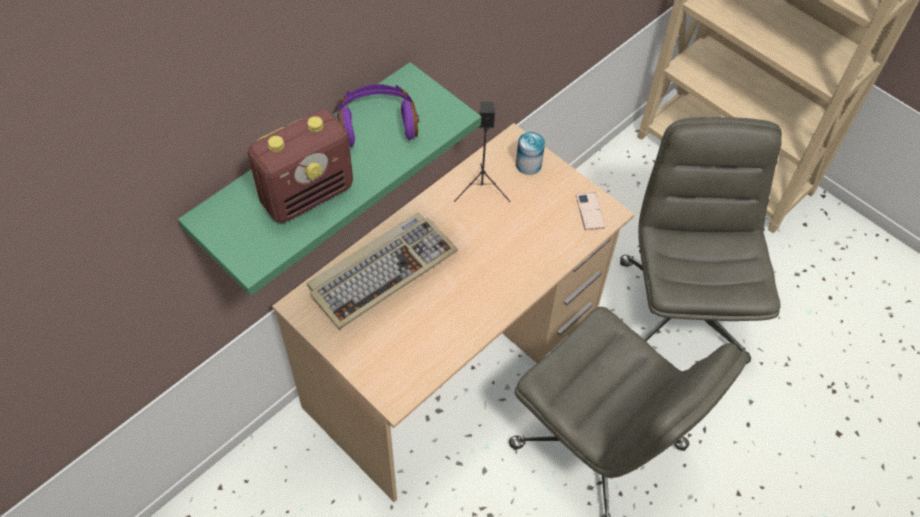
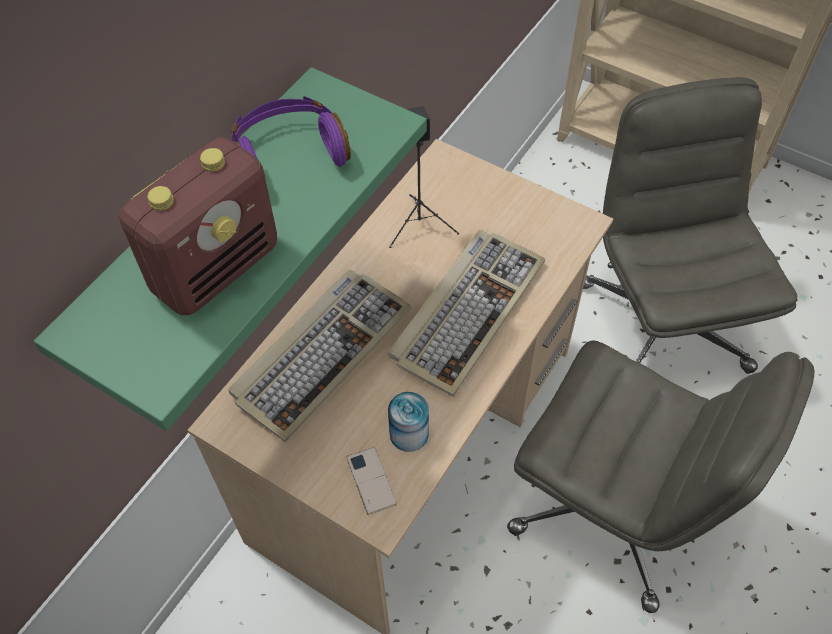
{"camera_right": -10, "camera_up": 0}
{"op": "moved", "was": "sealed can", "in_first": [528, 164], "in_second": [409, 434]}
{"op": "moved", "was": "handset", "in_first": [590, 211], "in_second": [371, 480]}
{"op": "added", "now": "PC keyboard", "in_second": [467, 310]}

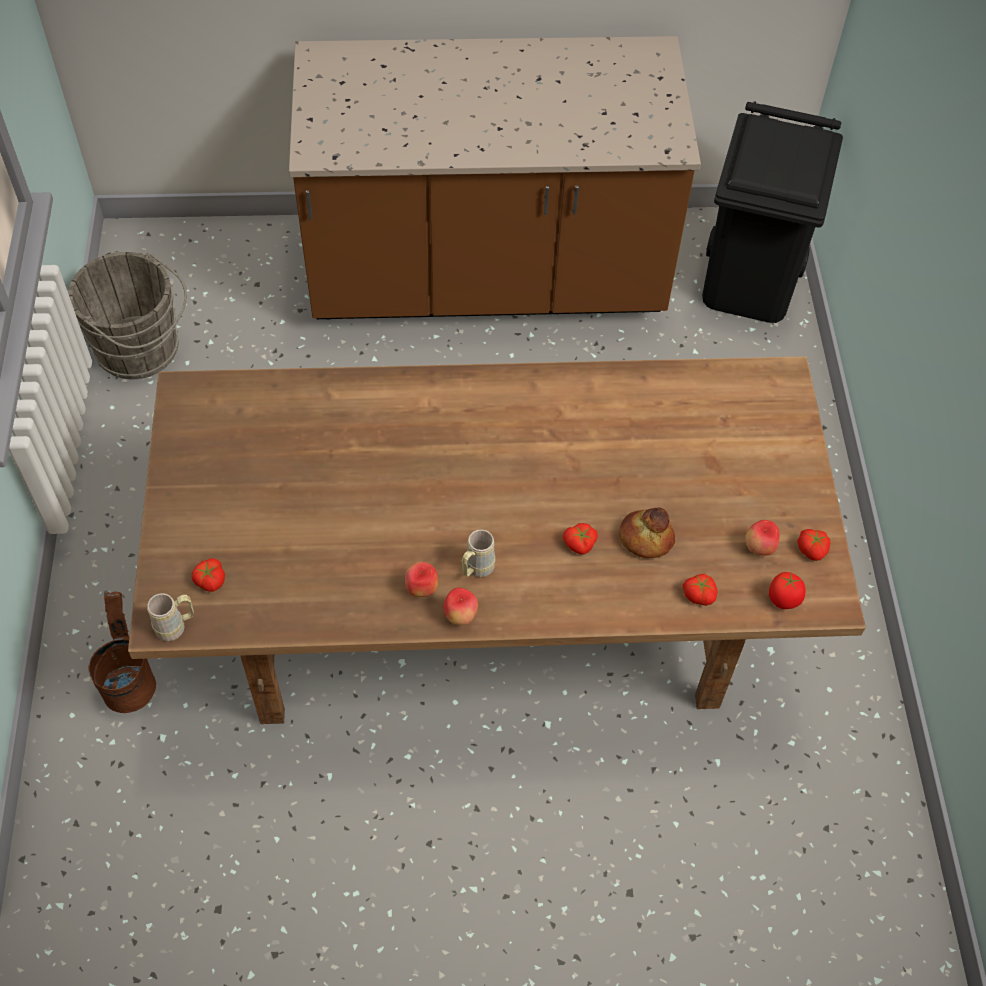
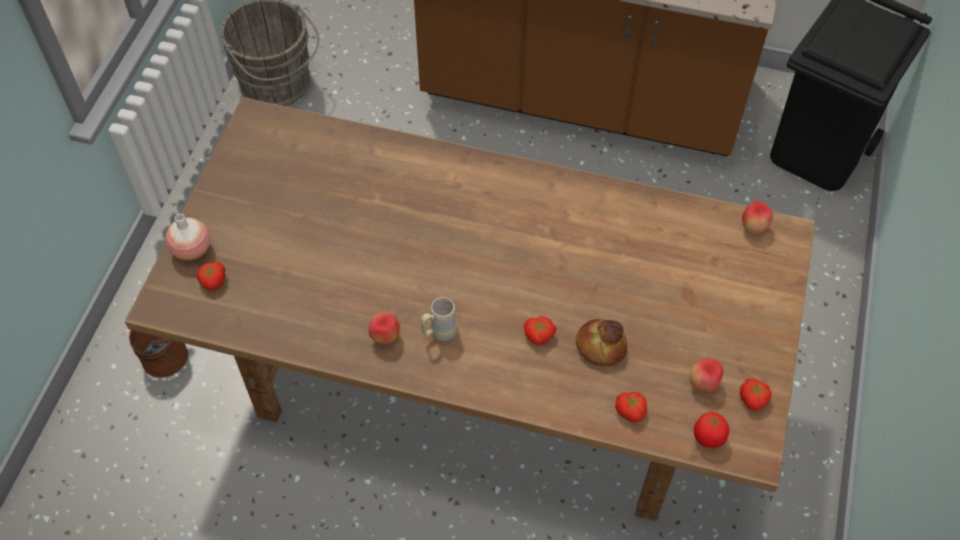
{"camera_right": 20, "camera_up": 0}
{"op": "moved", "was": "apple fruit", "in_first": [460, 616], "in_second": [753, 227]}
{"op": "removed", "was": "tea mug/beige-coloured", "in_first": [176, 626]}
{"op": "added", "now": "decorative vase", "in_second": [192, 249]}

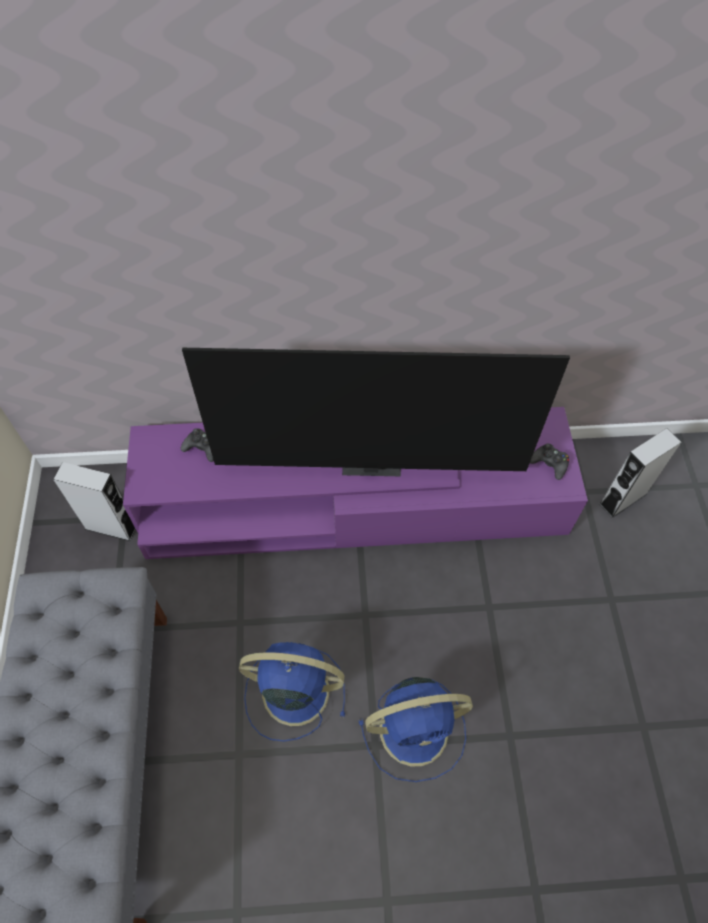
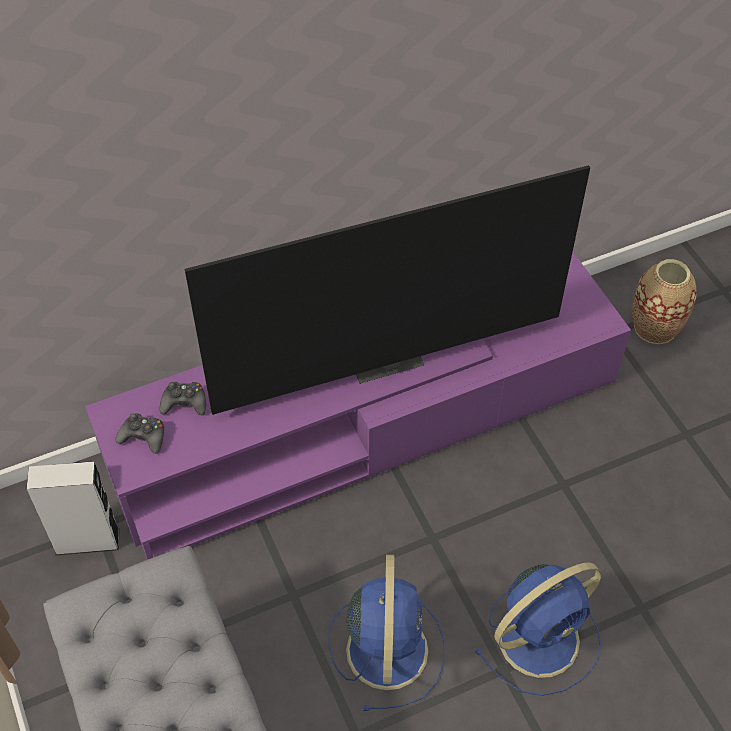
{"camera_right": -20, "camera_up": -5}
{"op": "replaced", "was": "audio speaker/grey", "now": "decorative vase", "in_first": [622, 499], "in_second": [655, 327]}
{"op": "moved", "was": "joypad/black", "in_first": [549, 463], "in_second": [143, 436]}
{"op": "turned", "was": "electric fan/blue", "in_first": [292, 691], "in_second": [387, 646], "clockwise": 105}

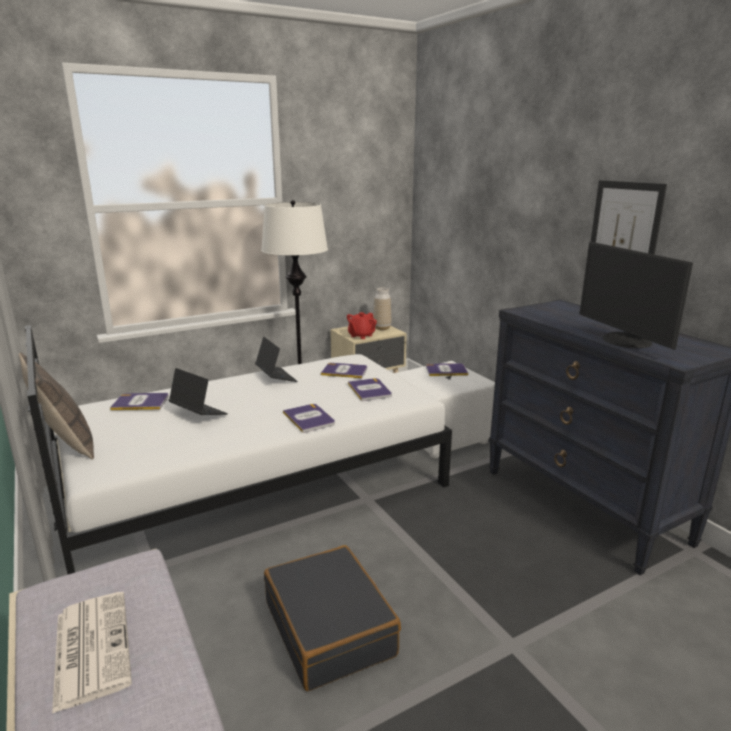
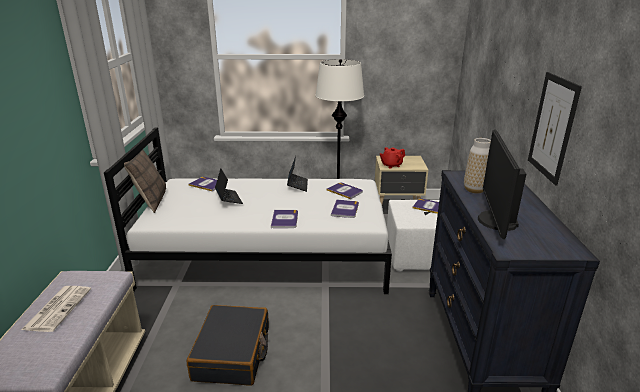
{"camera_right": 30, "camera_up": 5}
{"op": "moved", "was": "decorative vase", "in_first": [382, 328], "in_second": [474, 190]}

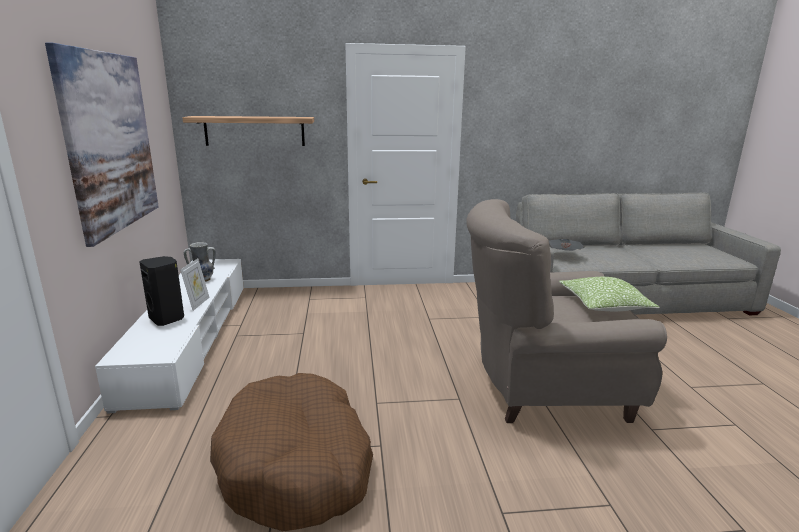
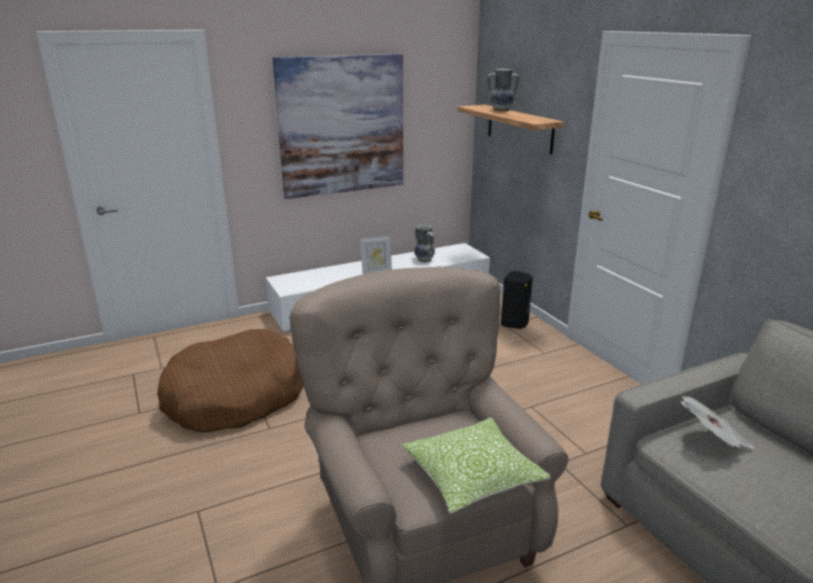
{"camera_right": 70, "camera_up": 5}
{"op": "moved", "was": "audio speaker/black", "in_first": [167, 319], "in_second": [515, 323]}
{"op": "added", "now": "decorative vase", "in_second": [501, 110]}

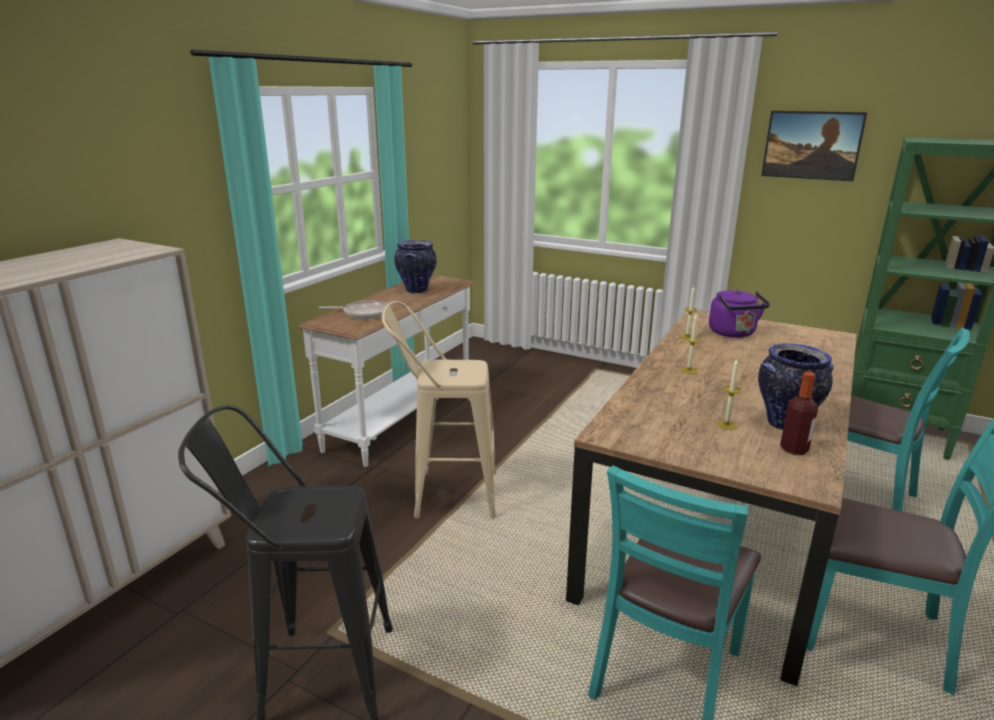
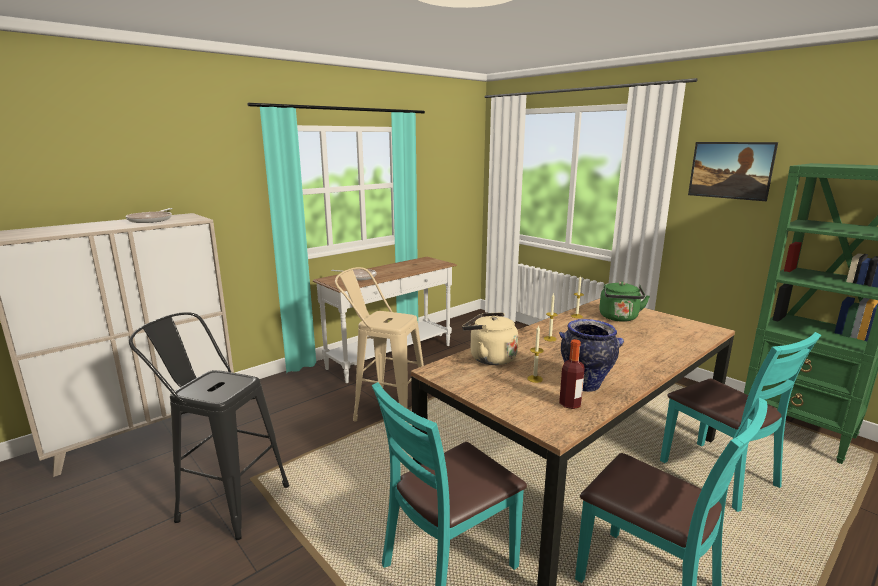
{"camera_right": 20, "camera_up": -5}
{"op": "removed", "was": "decorative vase", "in_first": [416, 290]}
{"op": "recoloured", "was": "water kettle/purple", "now": "water kettle/greenish", "in_first": [734, 333], "in_second": [619, 318]}
{"op": "added", "now": "frying pan", "in_second": [152, 220]}
{"op": "added", "now": "water kettle/beige-coloured", "in_second": [489, 358]}

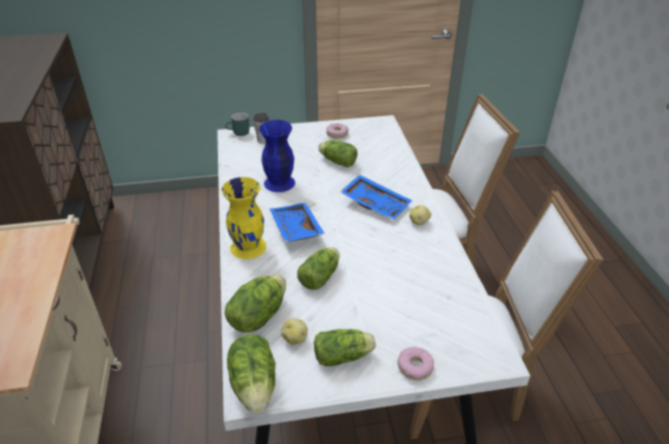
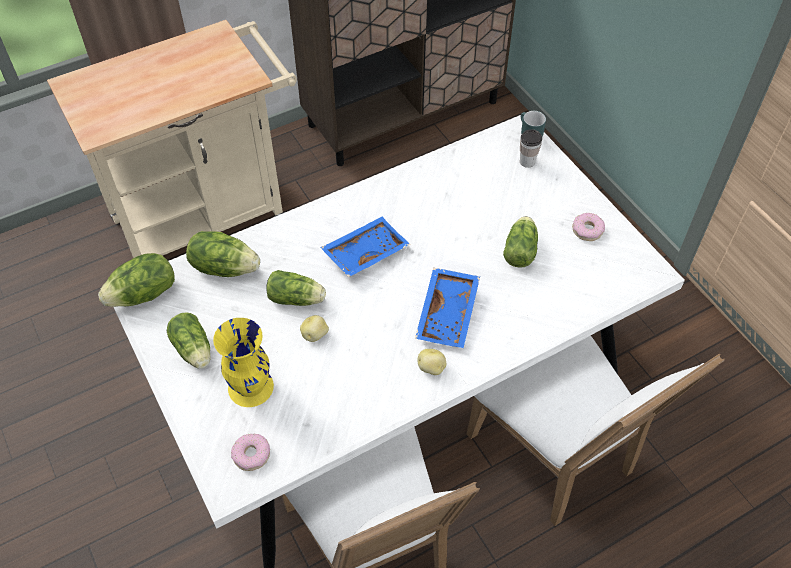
{"camera_right": 70, "camera_up": 15}
{"op": "removed", "was": "decorative vase/blue", "in_first": [279, 183]}
{"op": "moved", "was": "decorative vase/yellowish", "in_first": [249, 246], "in_second": [251, 387]}
{"op": "moved", "was": "potato", "in_first": [295, 338], "in_second": [315, 335]}
{"op": "moved", "was": "ring doughnut", "in_first": [415, 367], "in_second": [251, 454]}

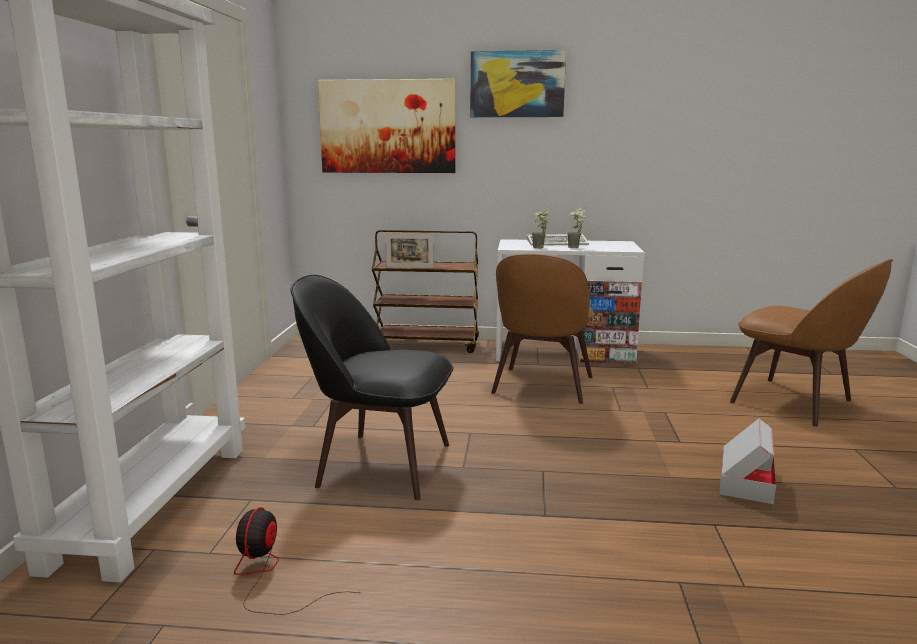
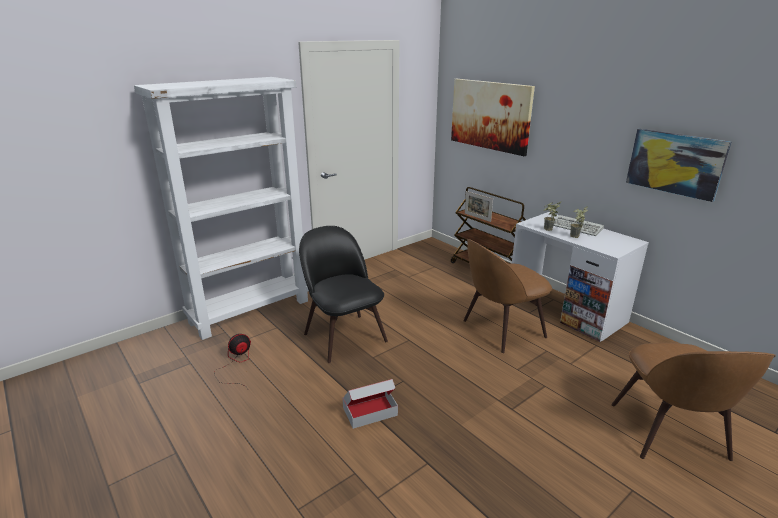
{"camera_right": 45, "camera_up": 10}
{"op": "moved", "was": "picture", "in_first": [517, 84], "in_second": [675, 163]}
{"op": "moved", "was": "cardboard box", "in_first": [746, 482], "in_second": [370, 411]}

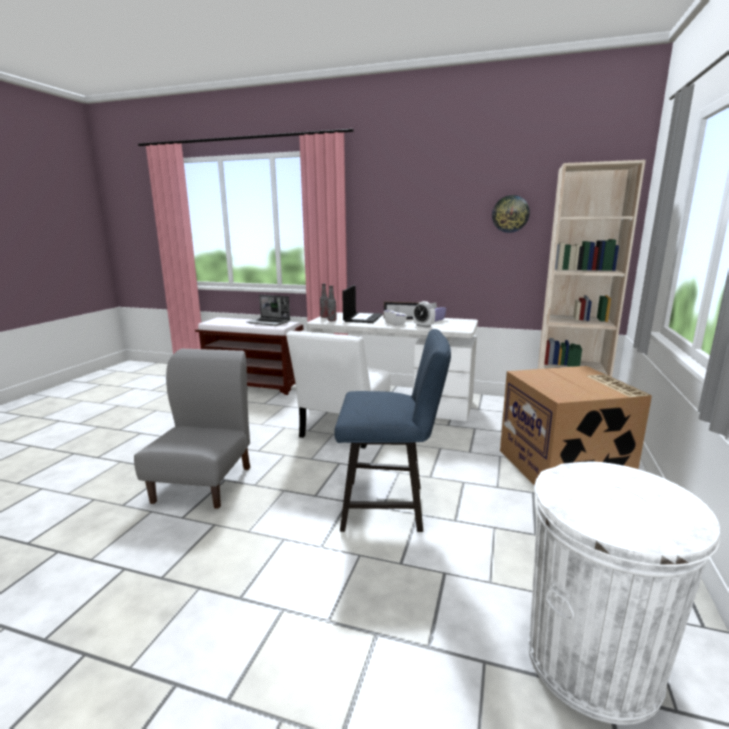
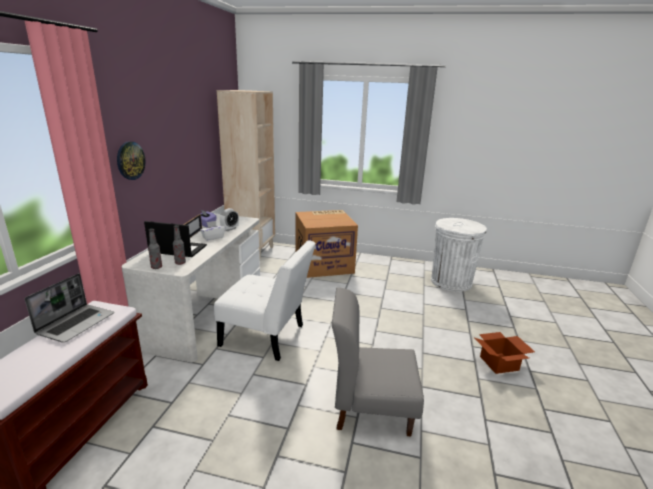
{"camera_right": -95, "camera_up": 5}
{"op": "moved", "was": "clock on the wall", "in_first": [510, 214], "in_second": [130, 160]}
{"op": "removed", "was": "plain chair/blue", "in_first": [391, 506]}
{"op": "added", "now": "cardboard box", "in_second": [500, 363]}

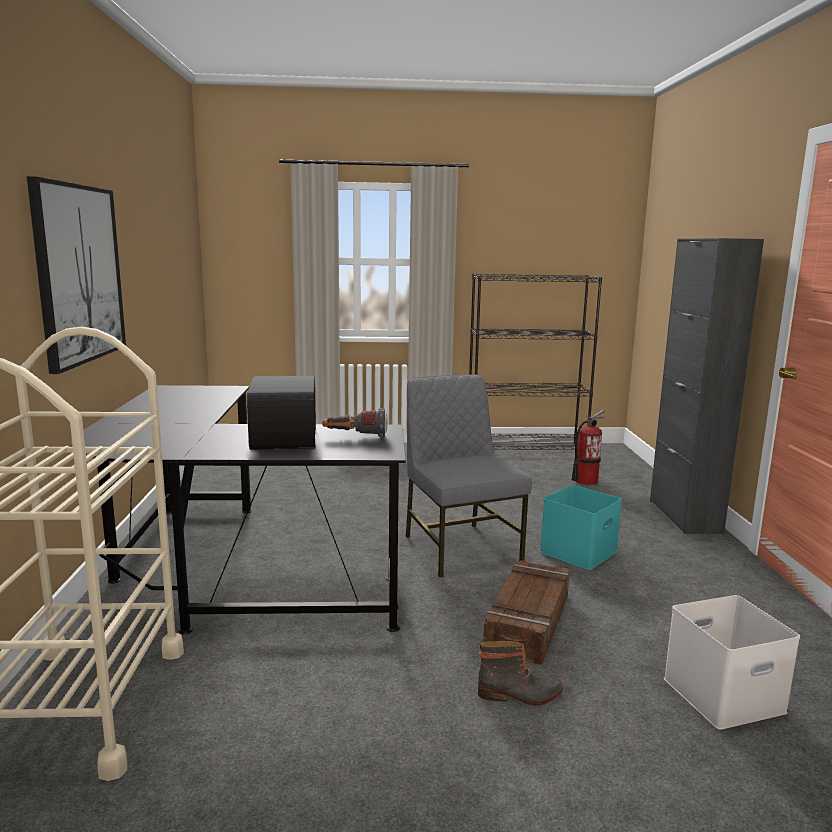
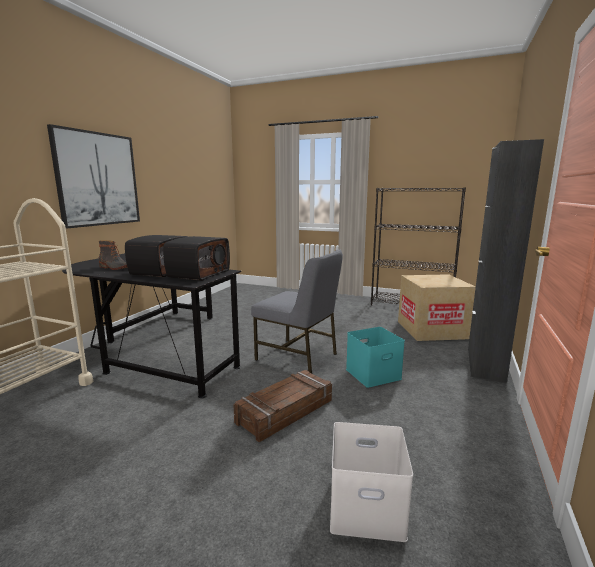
{"camera_right": 25, "camera_up": 0}
{"op": "turned", "was": "plain chair/grey", "in_first": [460, 547], "in_second": [298, 357], "clockwise": 120}
{"op": "replaced", "was": "torch", "now": "radio receiver", "in_first": [355, 437], "in_second": [198, 274]}
{"op": "replaced", "was": "fire-fighting cylinder", "now": "cardboard box", "in_first": [585, 481], "in_second": [431, 330]}
{"op": "moved", "was": "boot", "in_first": [520, 695], "in_second": [115, 268]}

